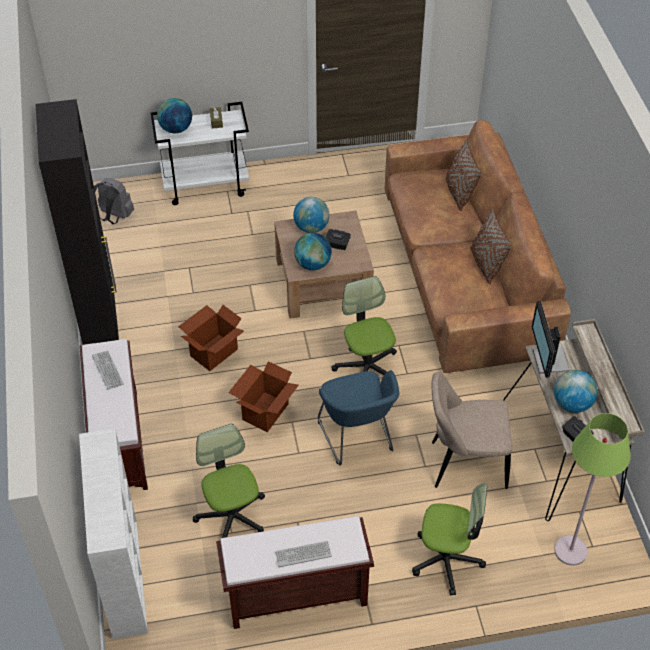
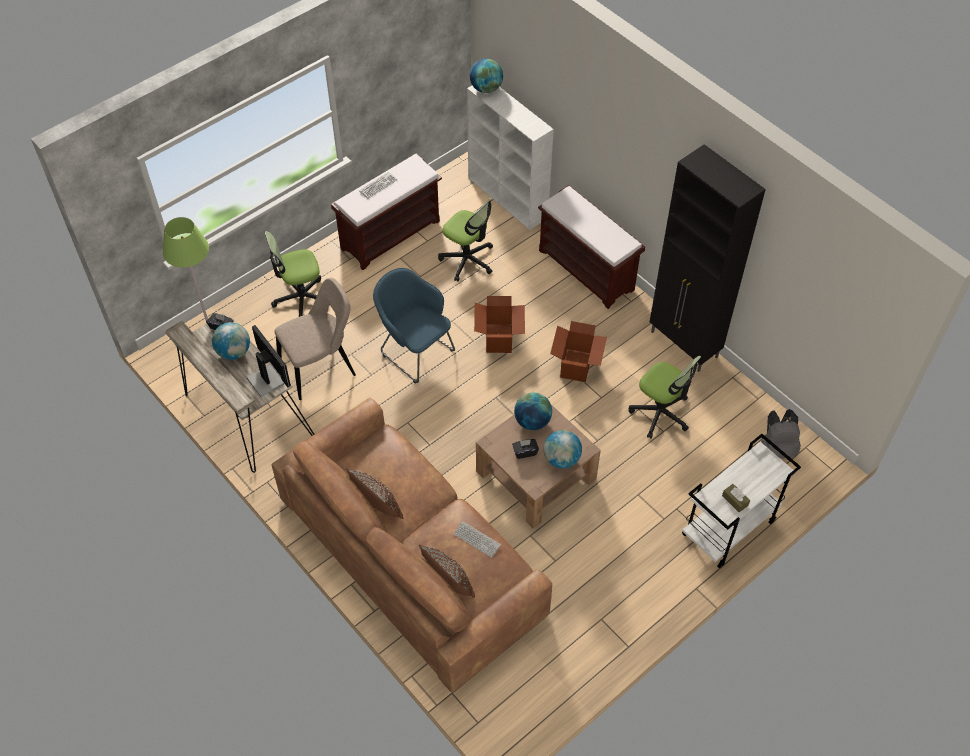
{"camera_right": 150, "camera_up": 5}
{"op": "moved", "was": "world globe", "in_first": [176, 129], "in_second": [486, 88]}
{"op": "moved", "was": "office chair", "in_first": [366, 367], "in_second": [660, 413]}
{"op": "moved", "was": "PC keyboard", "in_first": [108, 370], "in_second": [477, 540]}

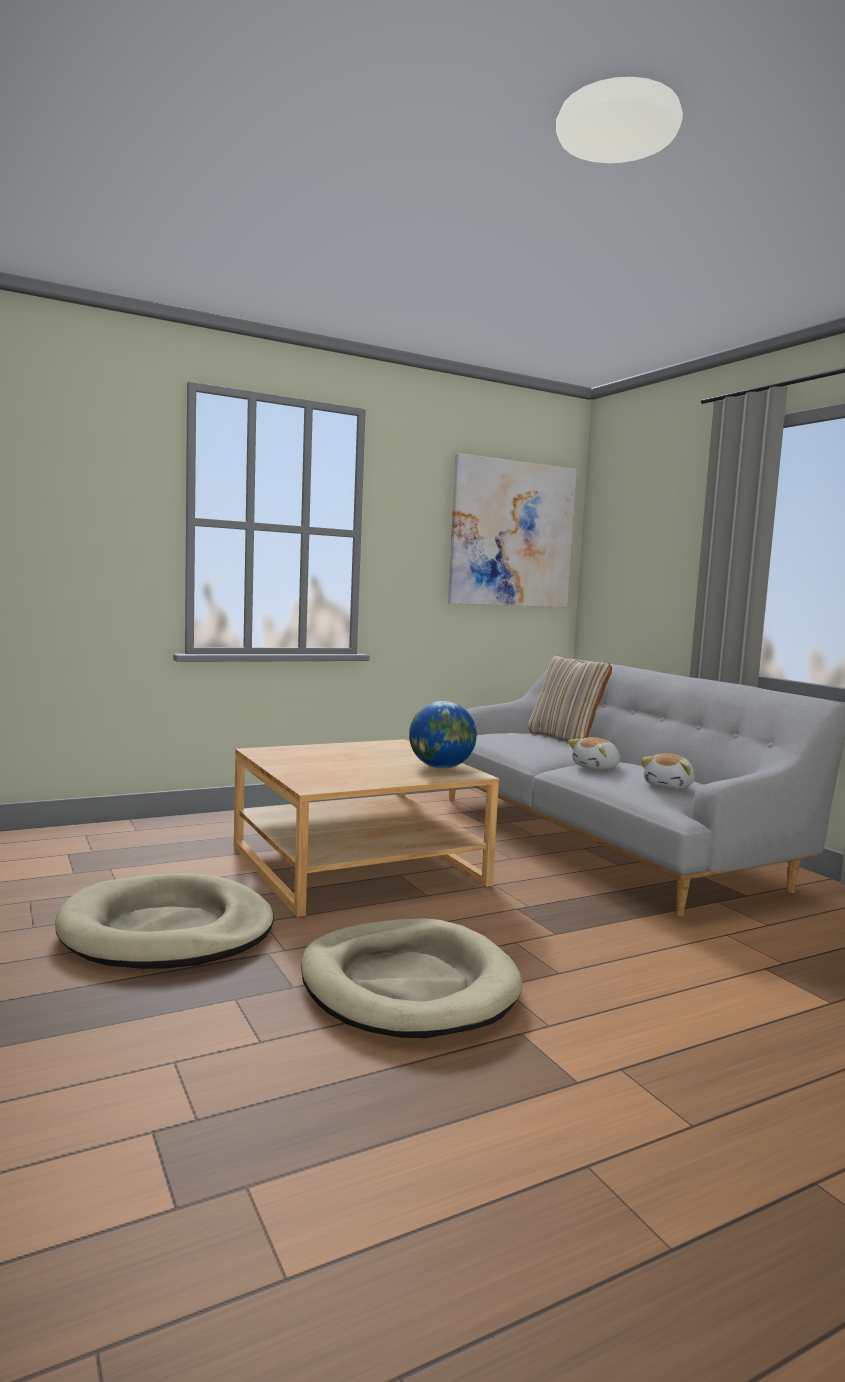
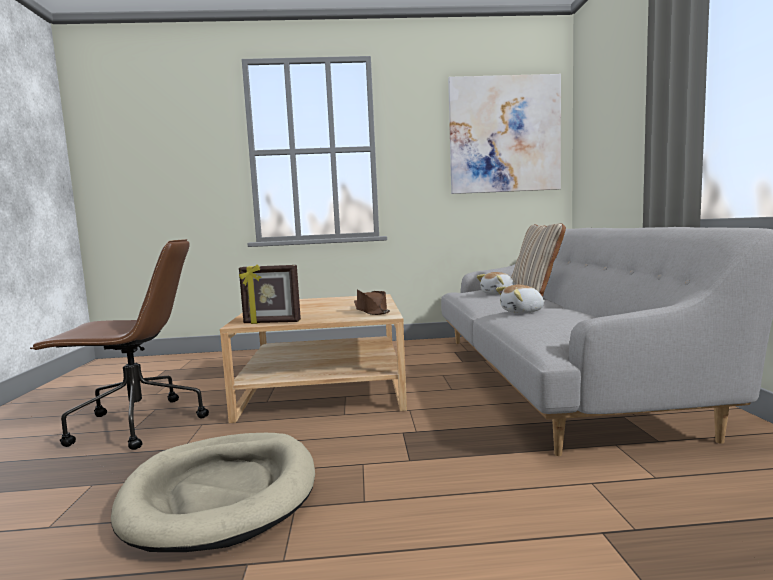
{"camera_right": 25, "camera_up": 0}
{"op": "replaced", "was": "world globe", "now": "clothing hat/brown", "in_first": [441, 767], "in_second": [371, 311]}
{"op": "moved", "was": "soft toy", "in_first": [669, 786], "in_second": [498, 293]}
{"op": "replaced", "was": "pet bed/beige-coloured", "now": "office chair/brown", "in_first": [167, 931], "in_second": [136, 425]}
{"op": "added", "now": "standing frame", "in_second": [271, 322]}

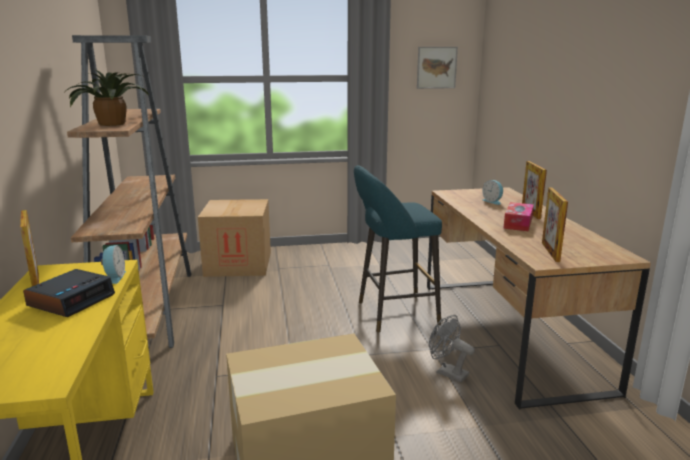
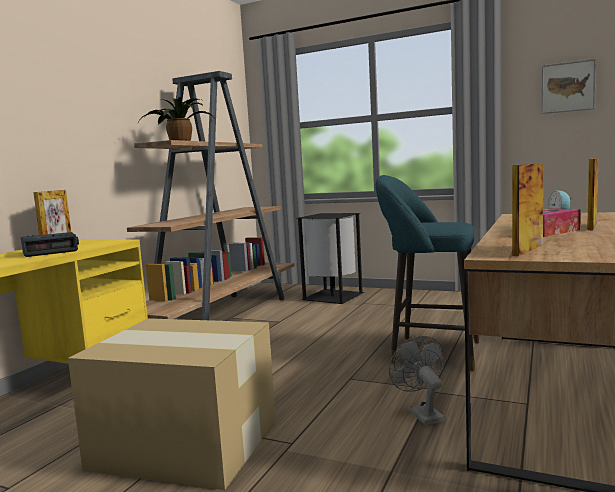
{"camera_right": 35, "camera_up": -10}
{"op": "replaced", "was": "cardboard box", "now": "trash can/black", "in_first": [238, 264], "in_second": [331, 296]}
{"op": "removed", "was": "table clock", "in_first": [114, 277]}

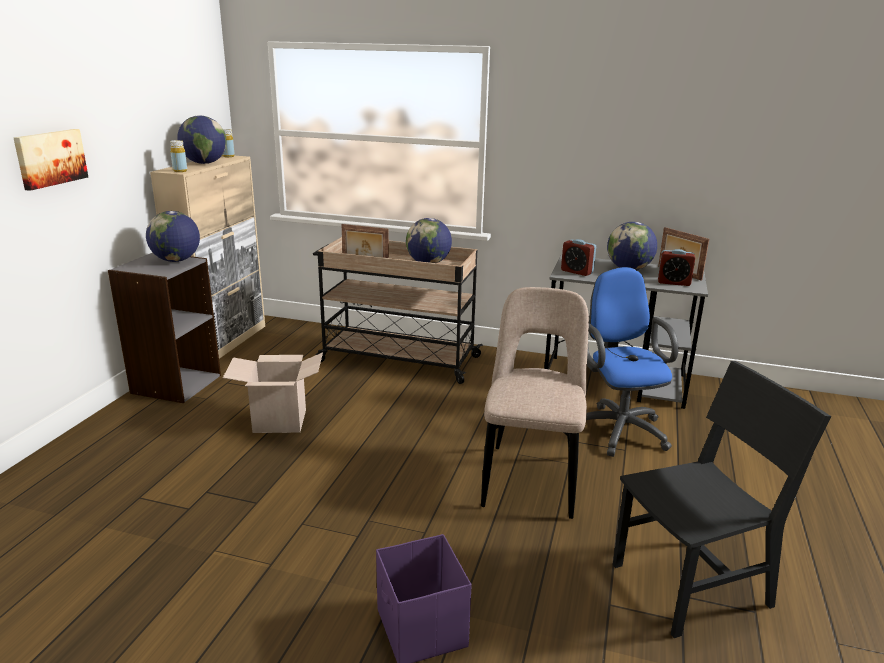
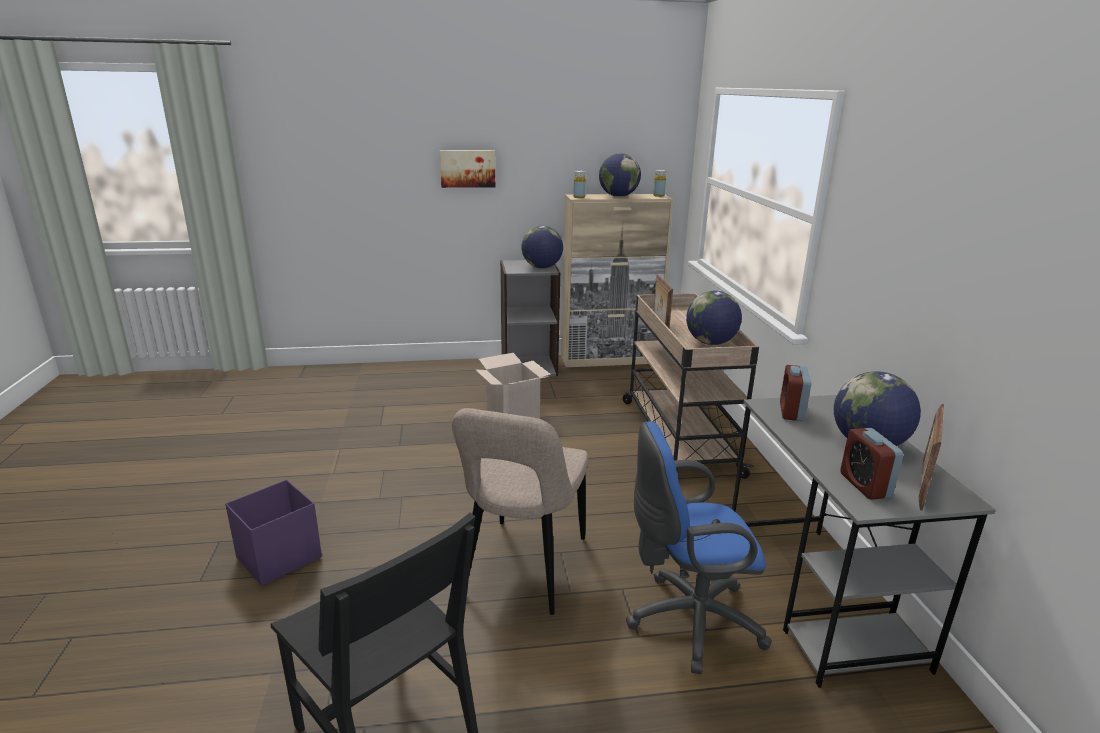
{"camera_right": 65, "camera_up": 0}
{"op": "turned", "was": "office chair/blue", "in_first": [618, 428], "in_second": [687, 621], "clockwise": -150}
{"op": "turned", "was": "plain chair/beige-coloured", "in_first": [531, 477], "in_second": [522, 570], "clockwise": 120}

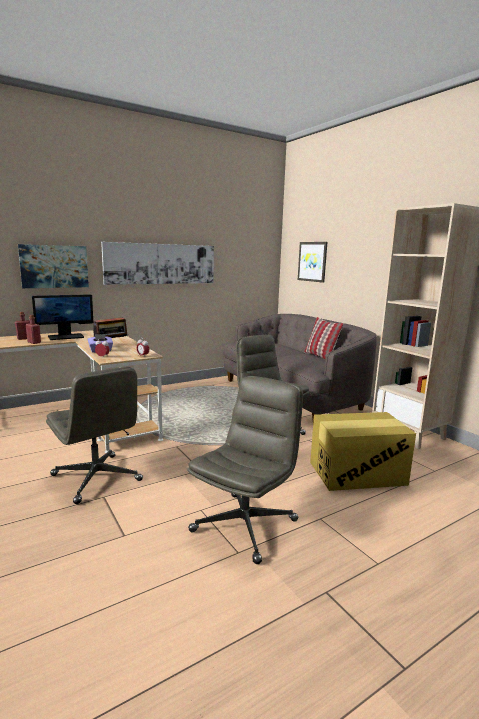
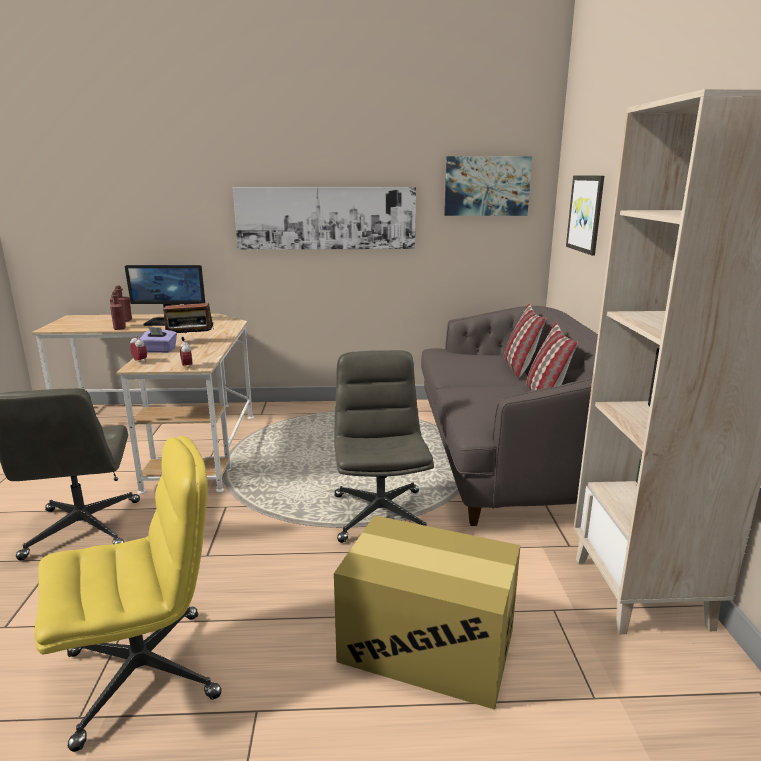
{"camera_right": 30, "camera_up": 5}
{"op": "moved", "was": "picture", "in_first": [54, 266], "in_second": [487, 186]}
{"op": "recoloured", "was": "office chair/grey", "now": "office chair/yellowish", "in_first": [245, 525], "in_second": [144, 673]}
{"op": "added", "now": "throw pillow", "in_second": [519, 367]}

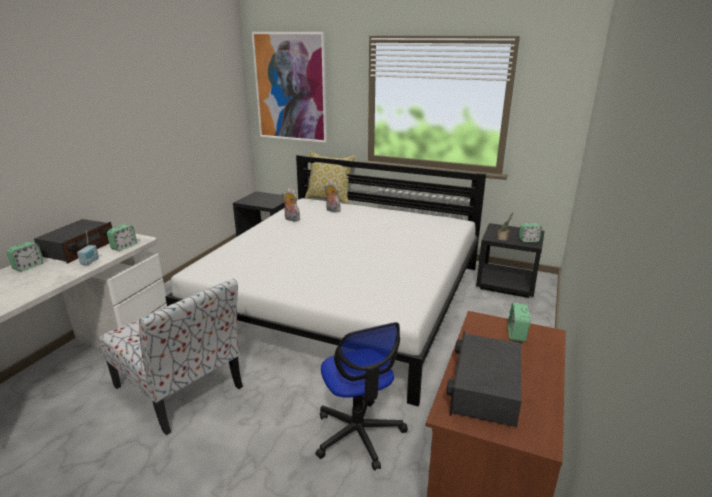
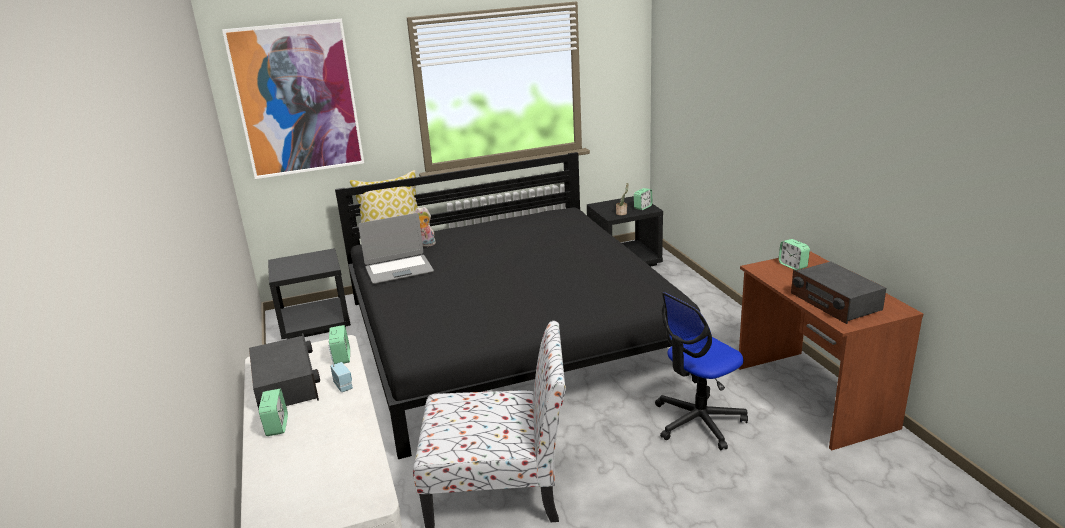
{"camera_right": -40, "camera_up": 0}
{"op": "recoloured", "was": "bed/whitish", "now": "bed/black", "in_first": [344, 298], "in_second": [509, 337]}
{"op": "replaced", "was": "soft toy", "now": "notebook computer", "in_first": [291, 219], "in_second": [399, 270]}
{"op": "turned", "was": "office chair", "in_first": [358, 434], "in_second": [698, 421], "clockwise": 120}

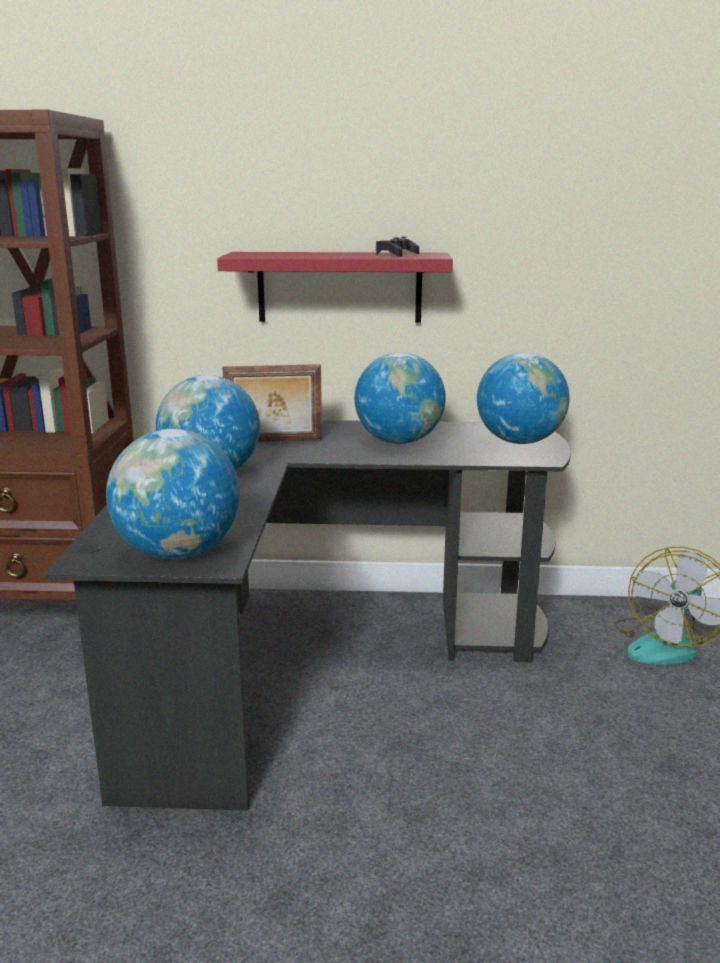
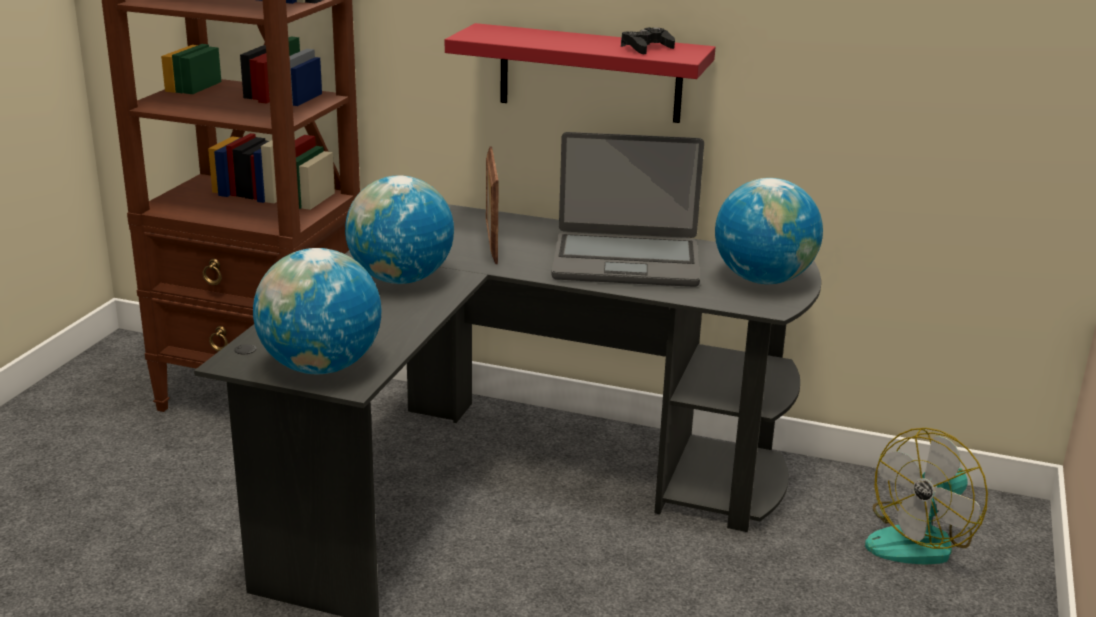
{"camera_right": 15, "camera_up": 5}
{"op": "replaced", "was": "world globe", "now": "notebook computer", "in_first": [399, 441], "in_second": [626, 261]}
{"op": "turned", "was": "standing frame", "in_first": [274, 441], "in_second": [491, 243], "clockwise": 75}

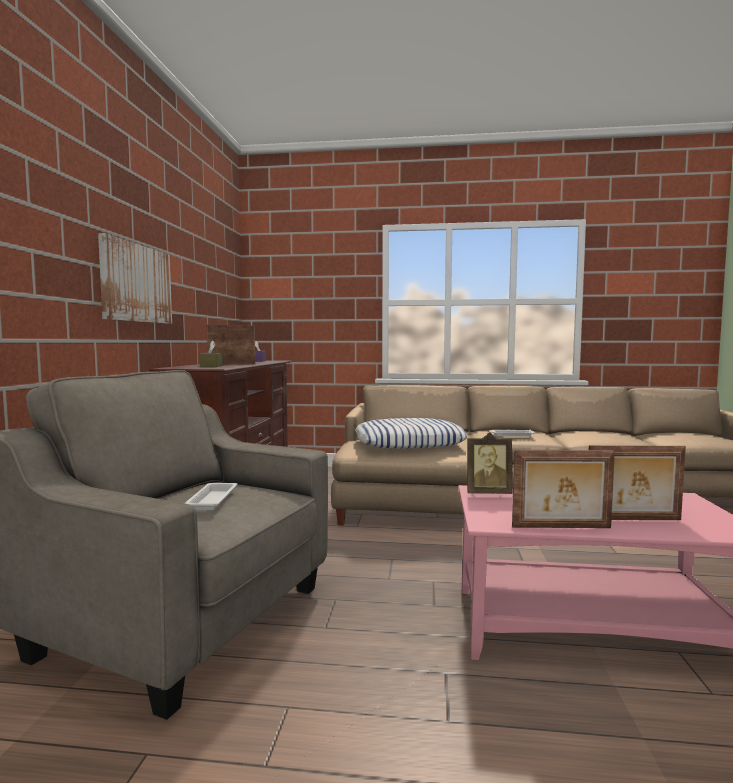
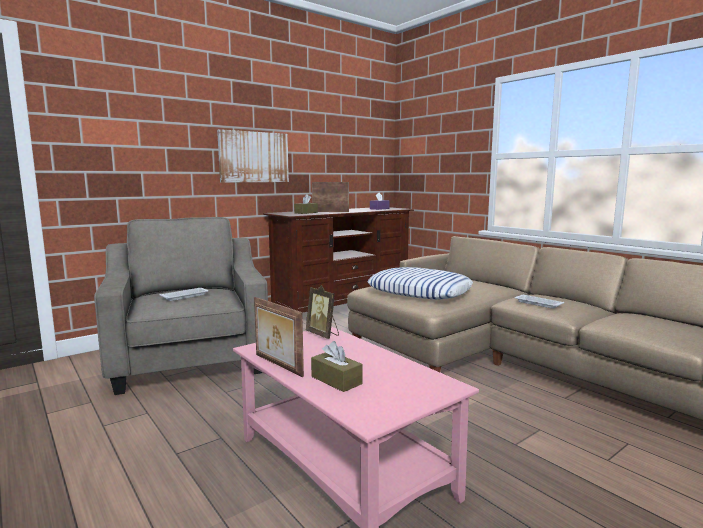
{"camera_right": 45, "camera_up": 5}
{"op": "replaced", "was": "standing frame", "now": "box of tissues/brown", "in_first": [634, 520], "in_second": [336, 380]}

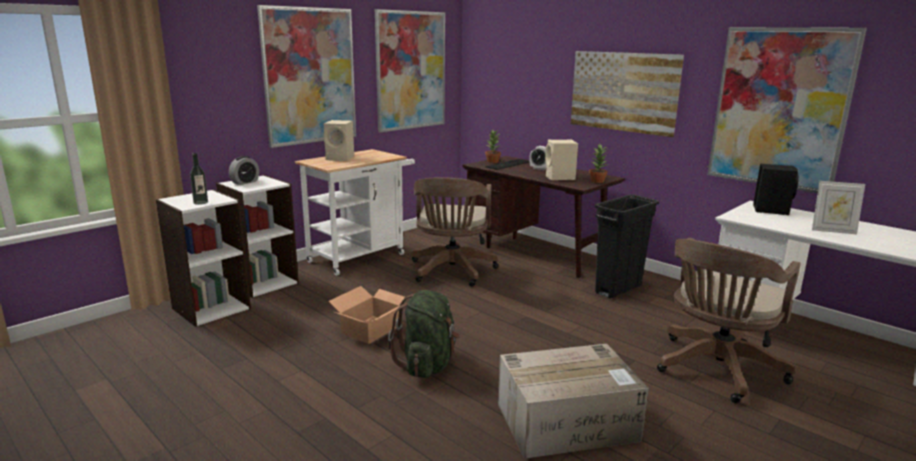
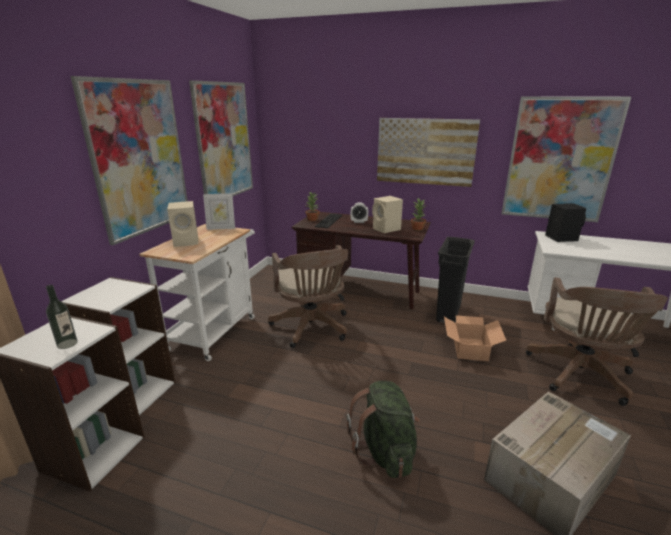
{"camera_right": -25, "camera_up": 5}
{"op": "removed", "was": "table clock", "in_first": [245, 182]}
{"op": "moved", "was": "standing frame", "in_first": [832, 231], "in_second": [221, 228]}
{"op": "moved", "was": "cardboard box", "in_first": [371, 329], "in_second": [470, 348]}

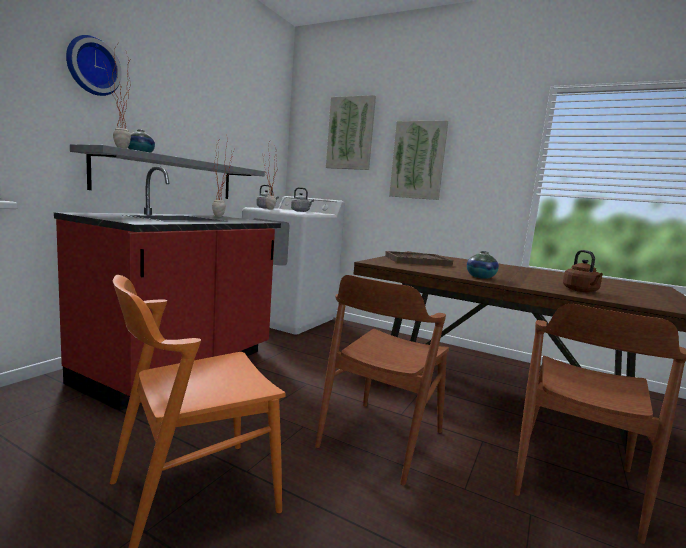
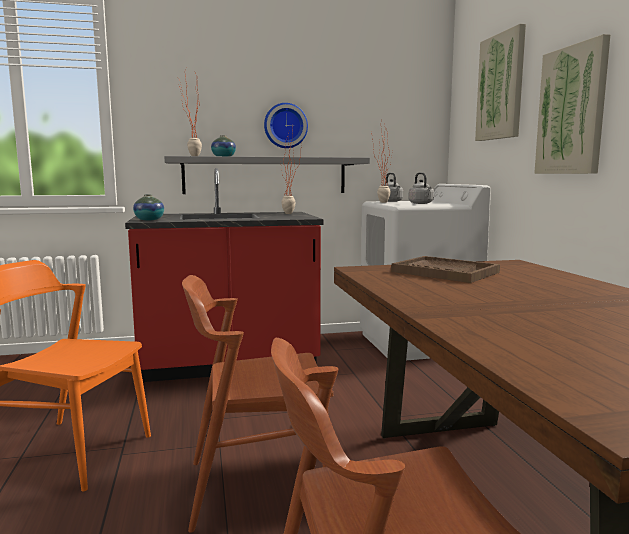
{"camera_right": 50, "camera_up": 0}
{"op": "moved", "was": "clock on the wall", "in_first": [92, 66], "in_second": [285, 126]}
{"op": "removed", "was": "water kettle/brown", "in_first": [581, 291]}
{"op": "moved", "was": "decorative vase", "in_first": [480, 277], "in_second": [149, 220]}

